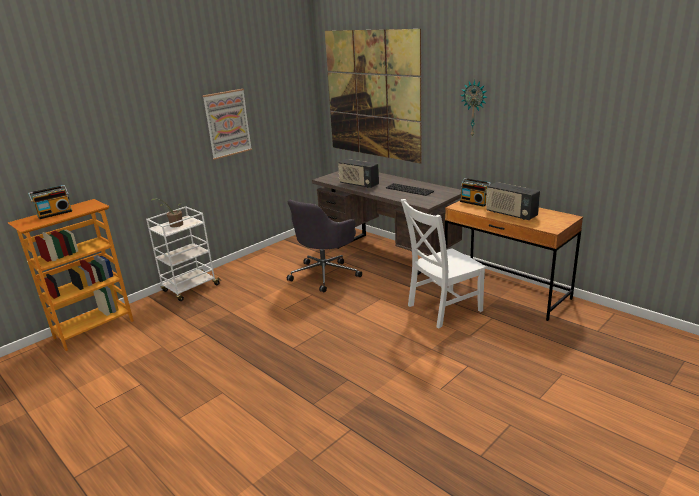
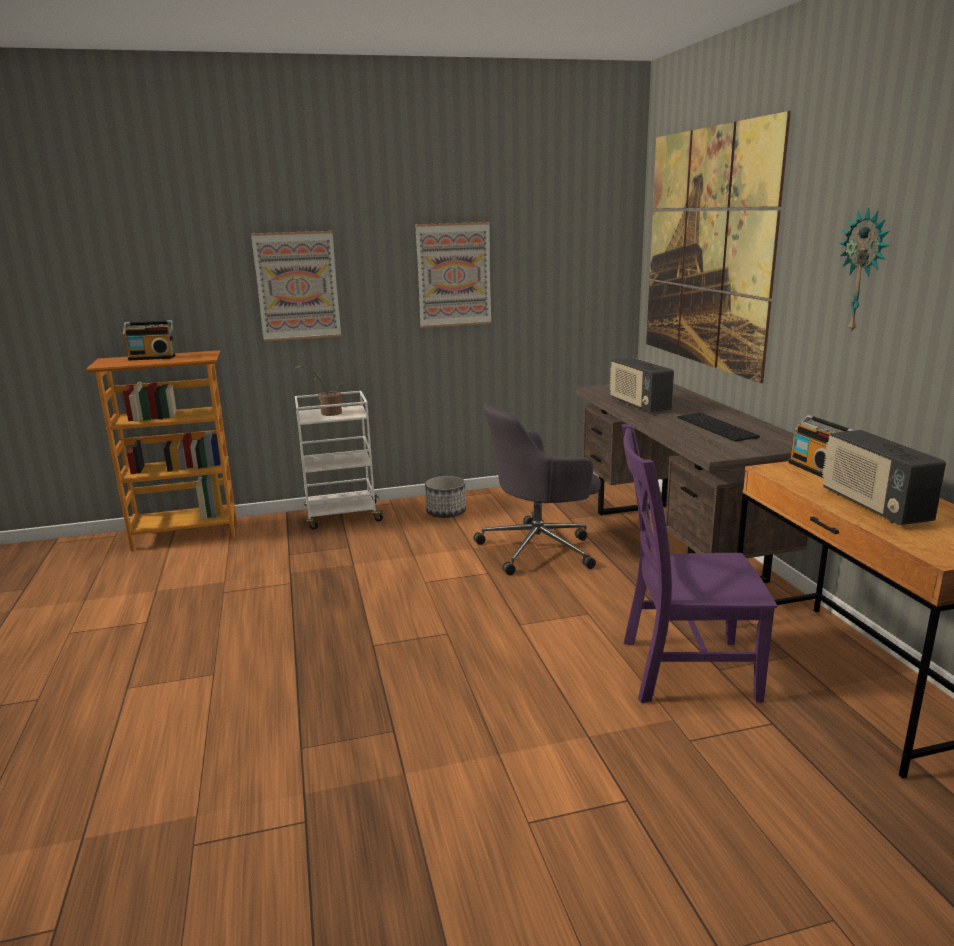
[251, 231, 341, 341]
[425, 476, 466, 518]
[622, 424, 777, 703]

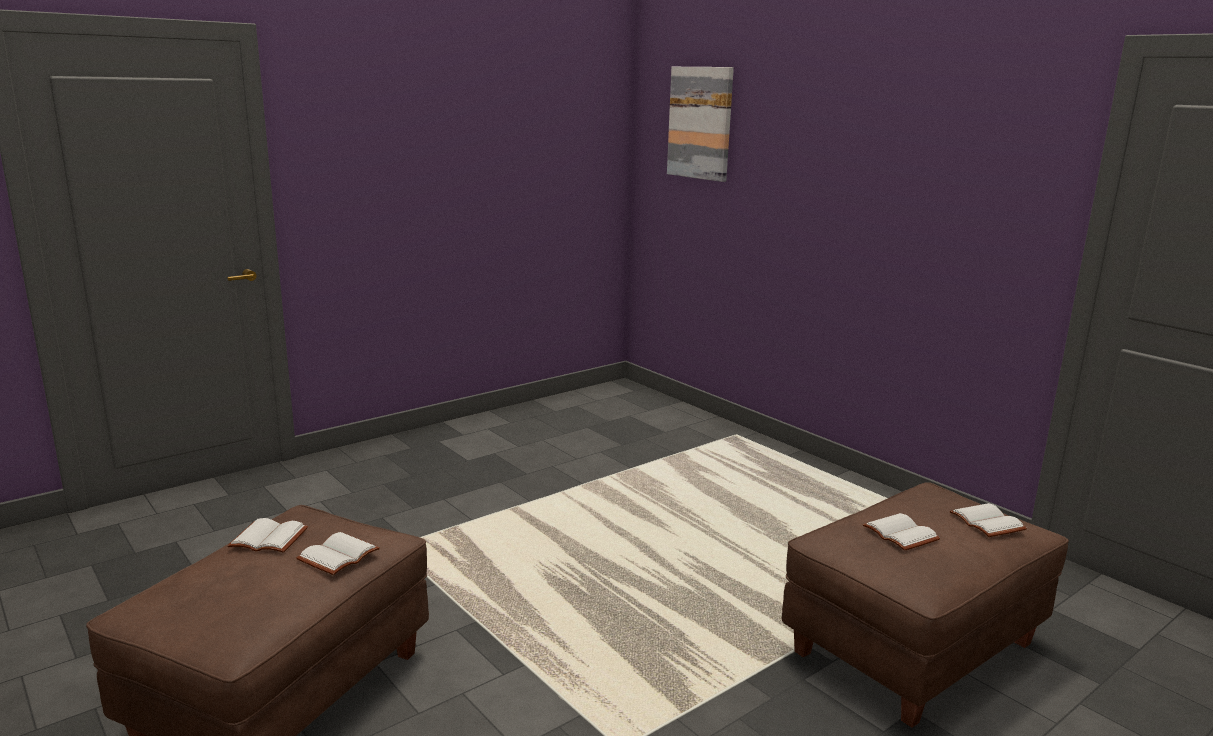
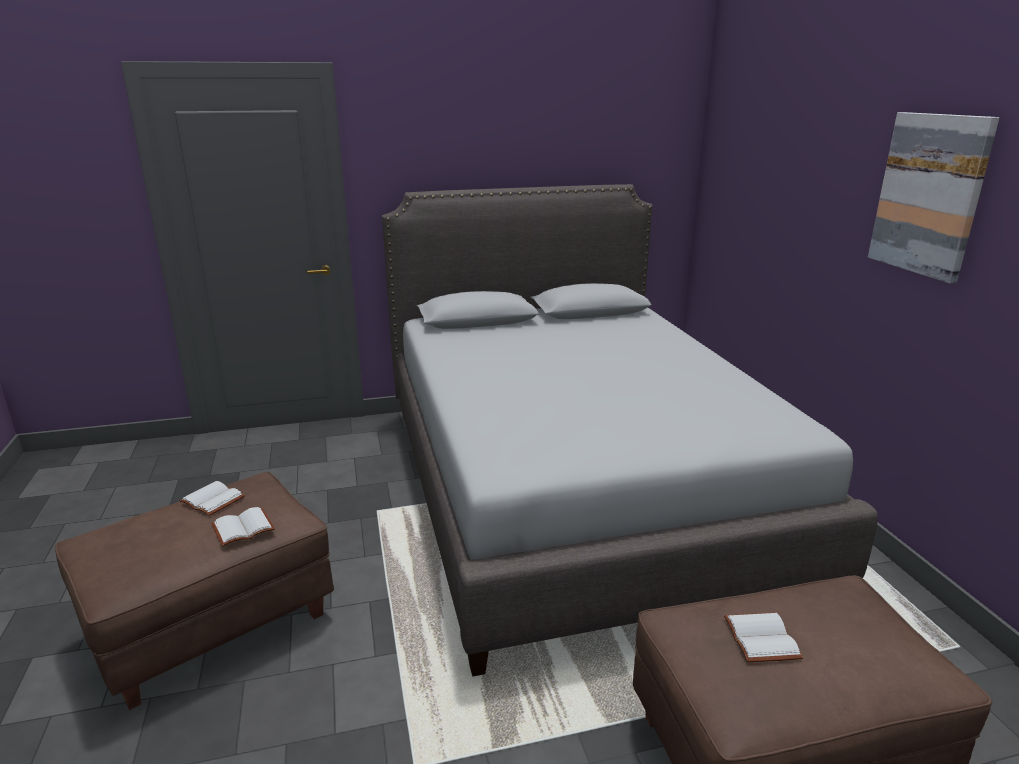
[950, 503, 1027, 537] (first image)
[382, 184, 878, 677]
[868, 112, 999, 283]

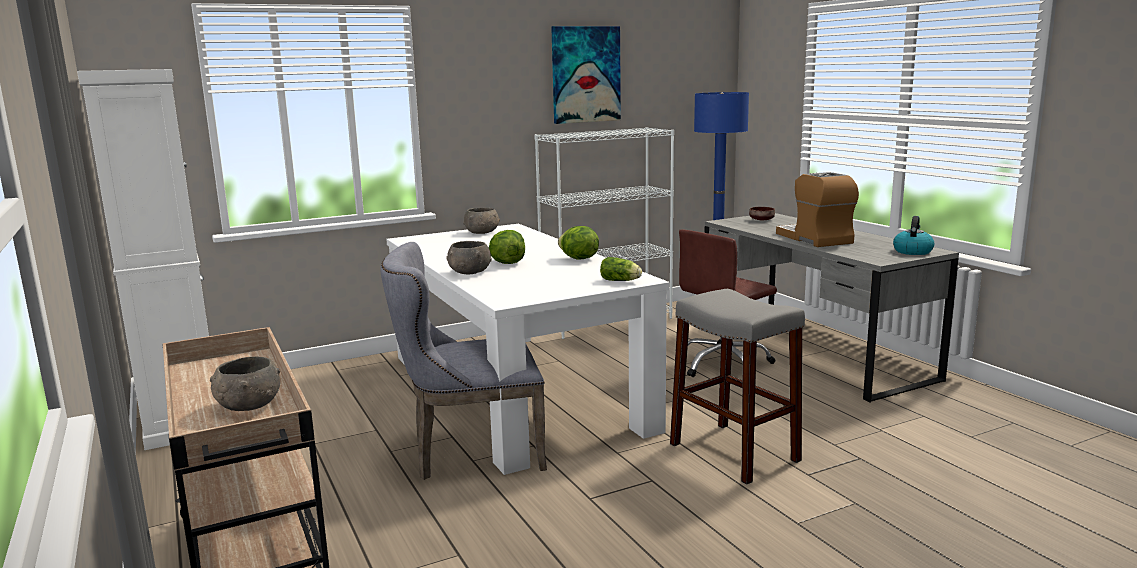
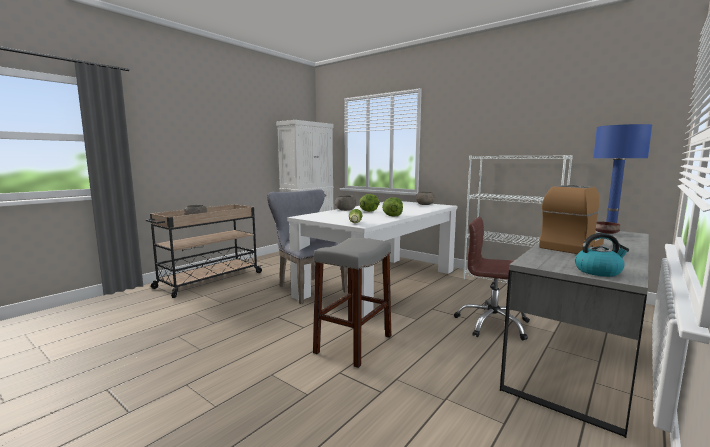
[551, 26, 621, 124] (first image)

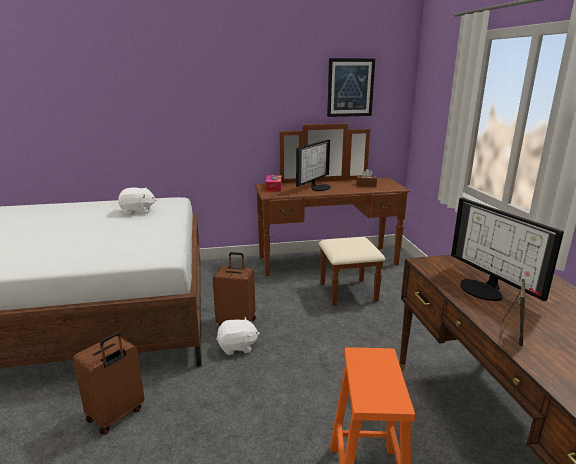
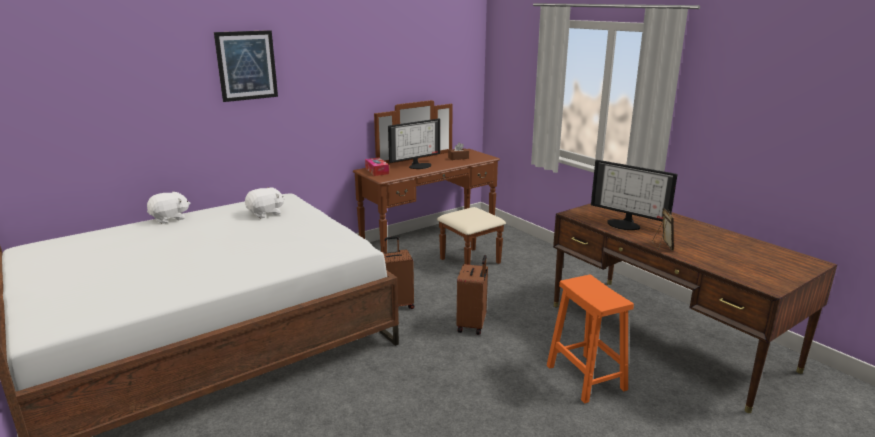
[456, 255, 488, 335]
[147, 191, 190, 224]
[214, 30, 278, 102]
[388, 119, 440, 169]

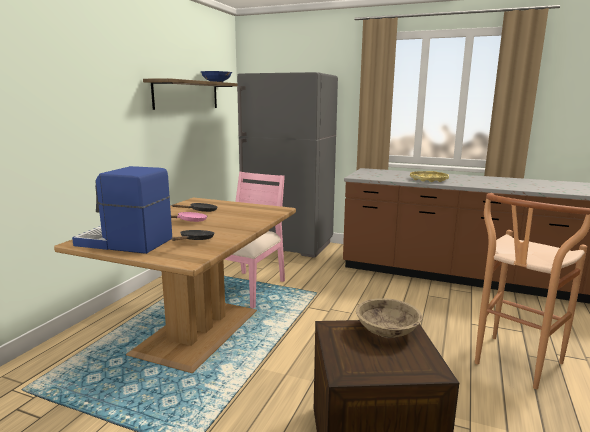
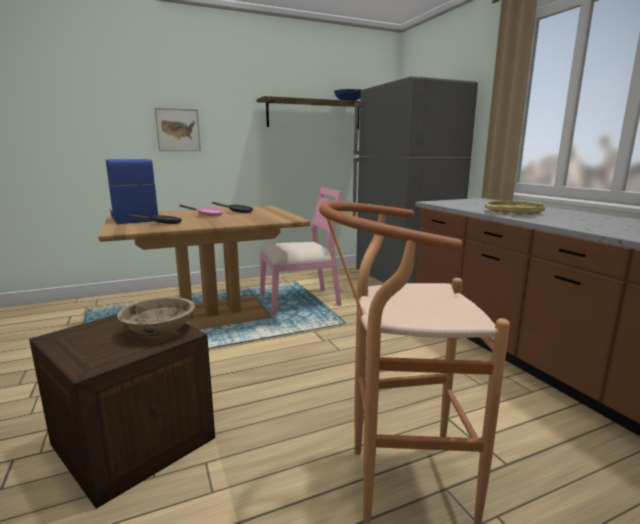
[155, 108, 201, 151]

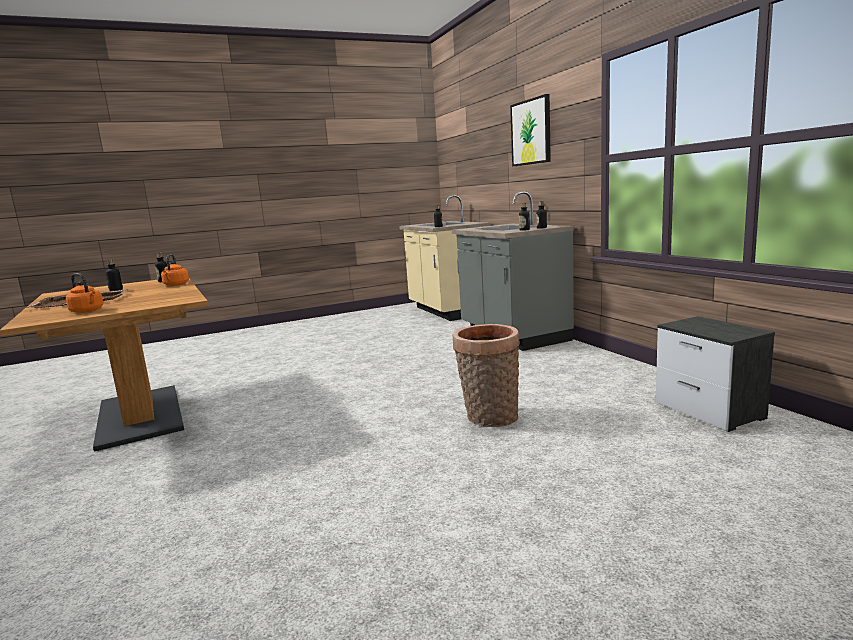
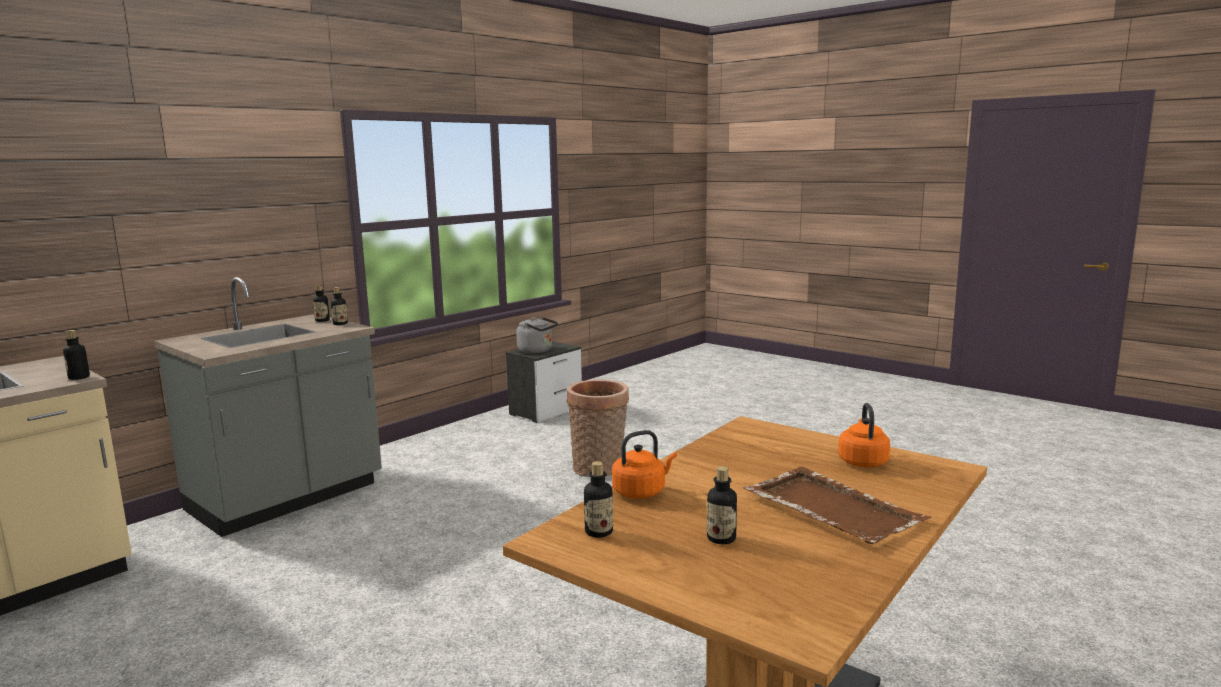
[510, 94, 551, 166] (first image)
[516, 317, 558, 354]

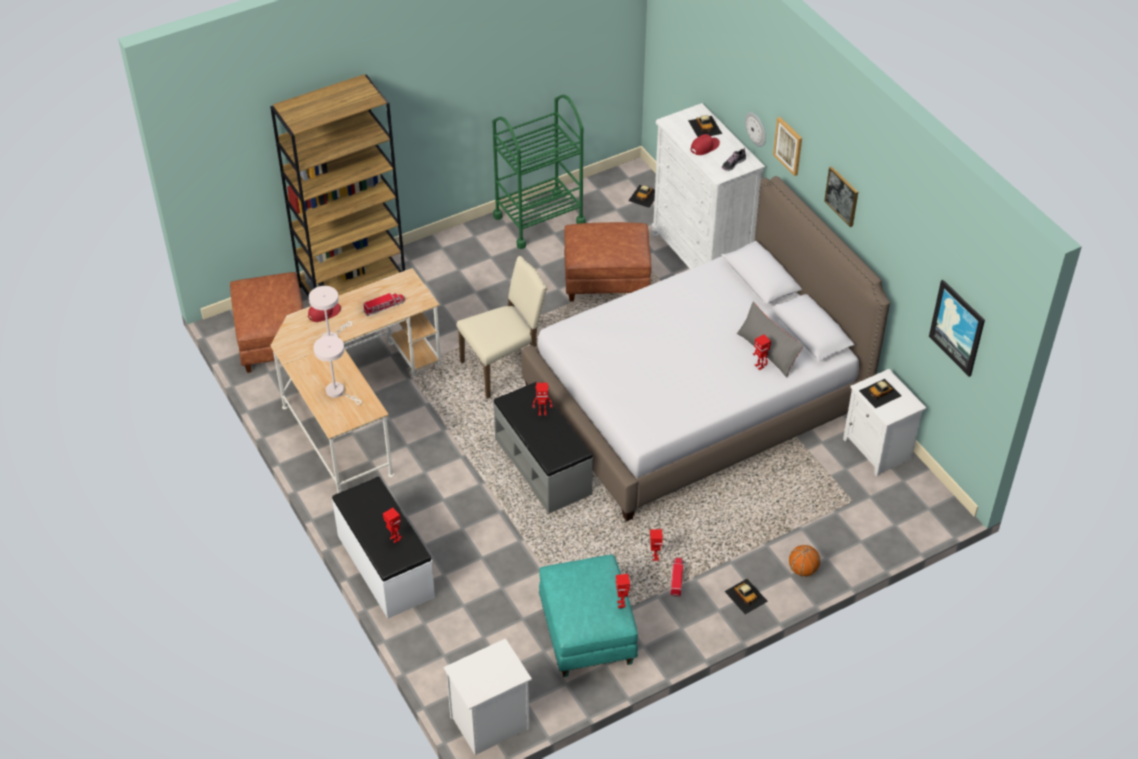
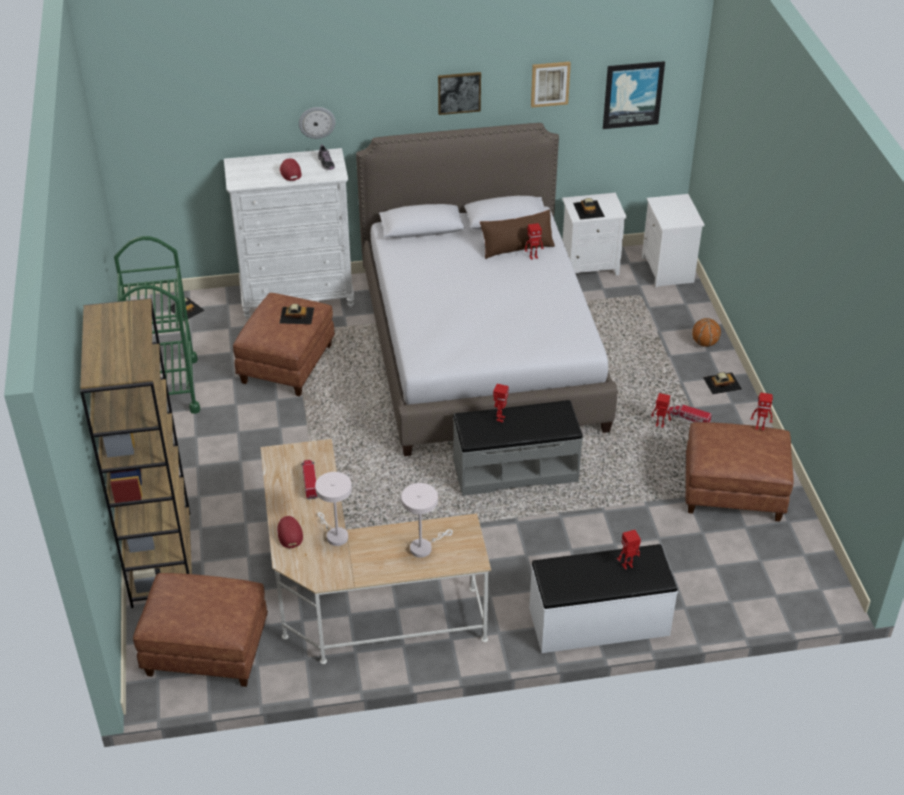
[457, 256, 547, 399] (first image)
[642, 194, 705, 288]
[279, 304, 314, 324]
[531, 62, 571, 108]
[685, 422, 794, 522]
[480, 210, 555, 259]

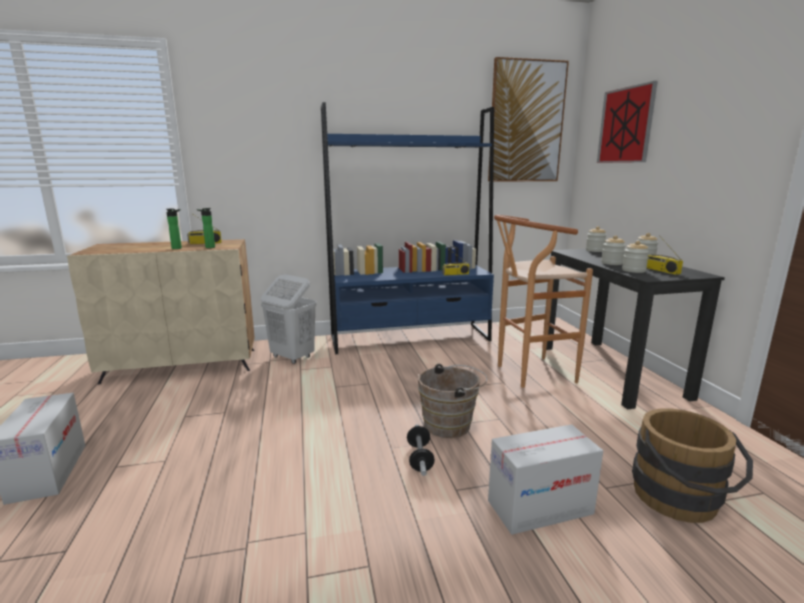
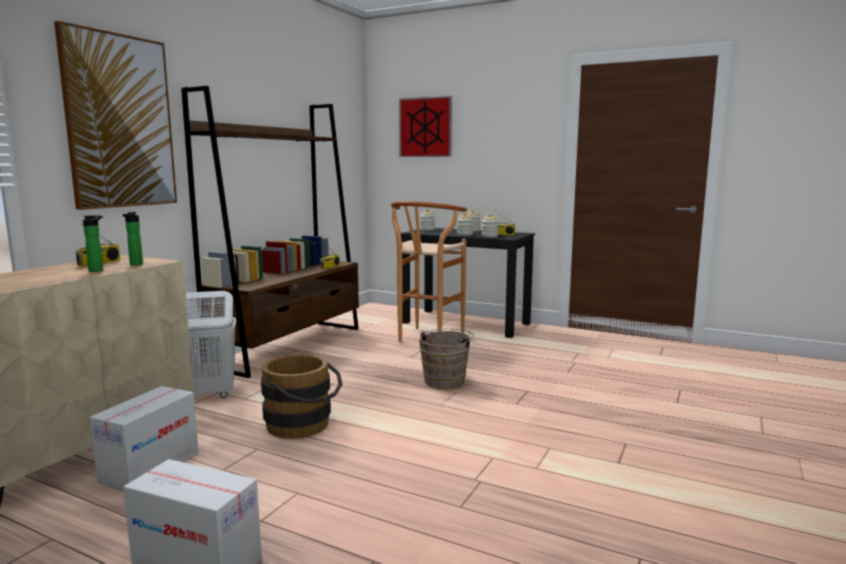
[407, 424, 435, 476] (first image)
[54, 21, 177, 210]
[90, 386, 198, 491]
[261, 354, 343, 439]
[181, 86, 359, 378]

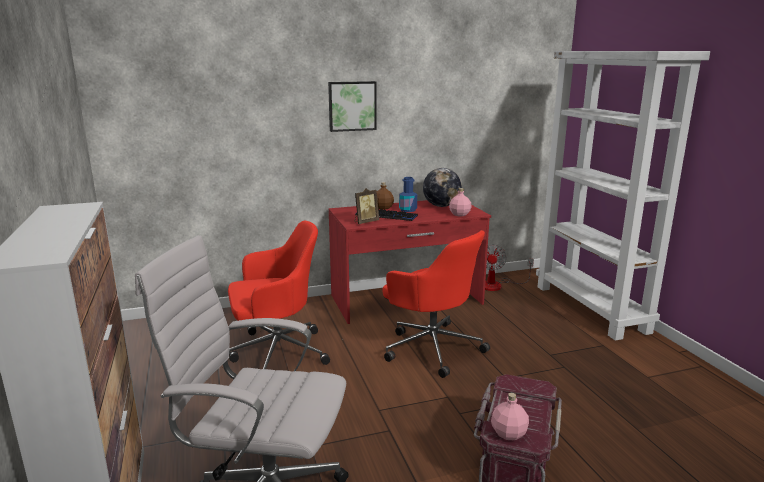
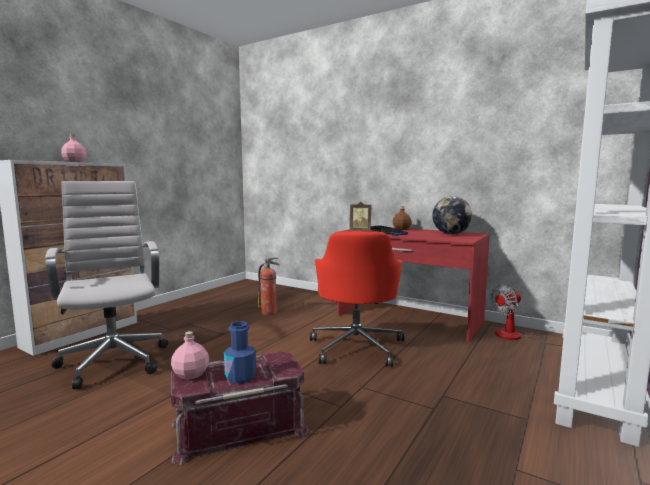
[328, 81, 377, 132] (first image)
[224, 321, 256, 383]
[61, 134, 87, 162]
[258, 258, 280, 315]

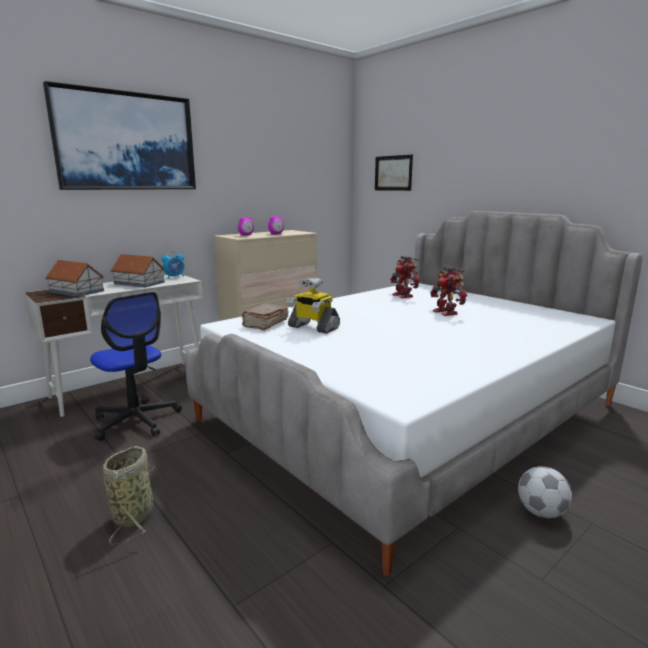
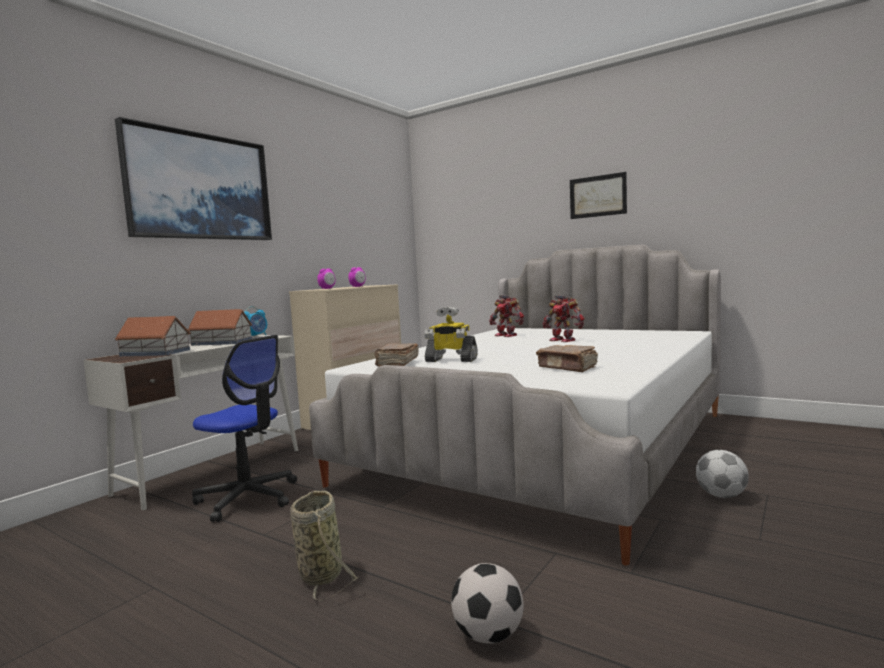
[451, 563, 524, 644]
[536, 345, 598, 372]
[570, 172, 627, 219]

